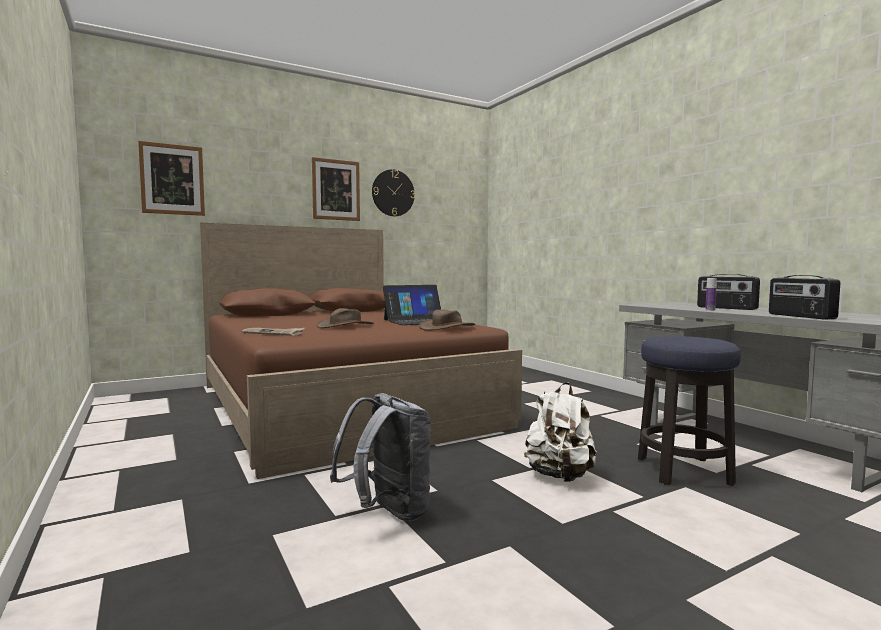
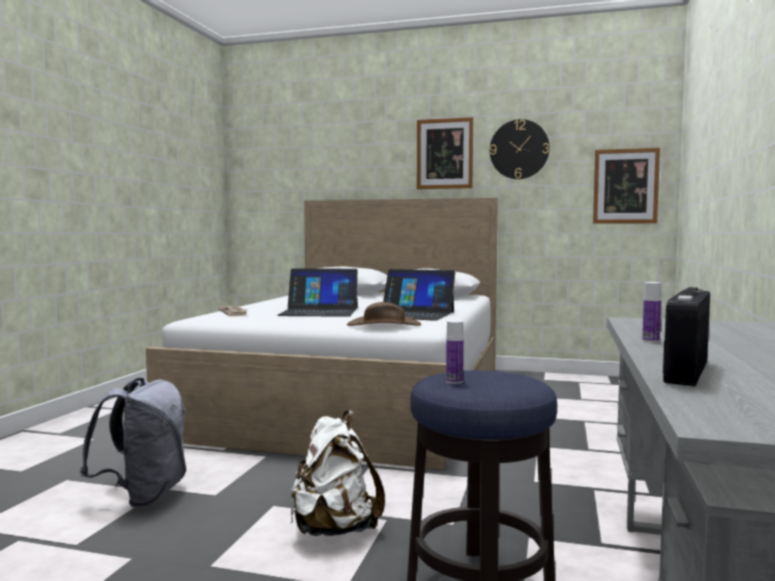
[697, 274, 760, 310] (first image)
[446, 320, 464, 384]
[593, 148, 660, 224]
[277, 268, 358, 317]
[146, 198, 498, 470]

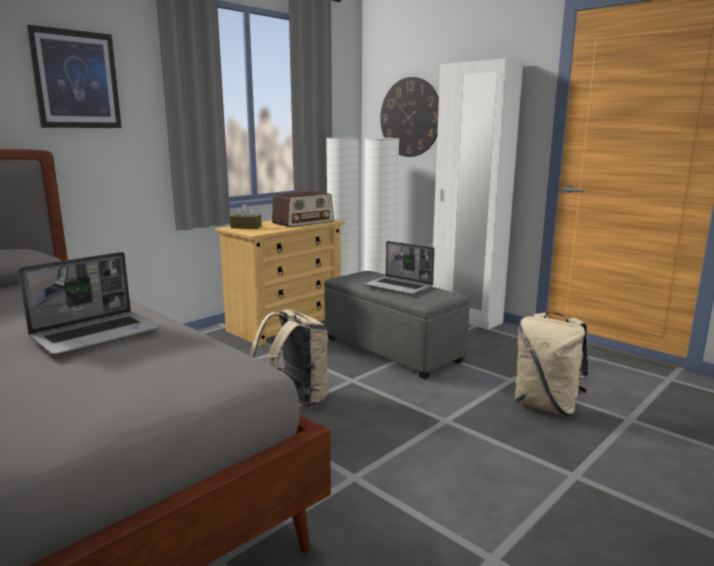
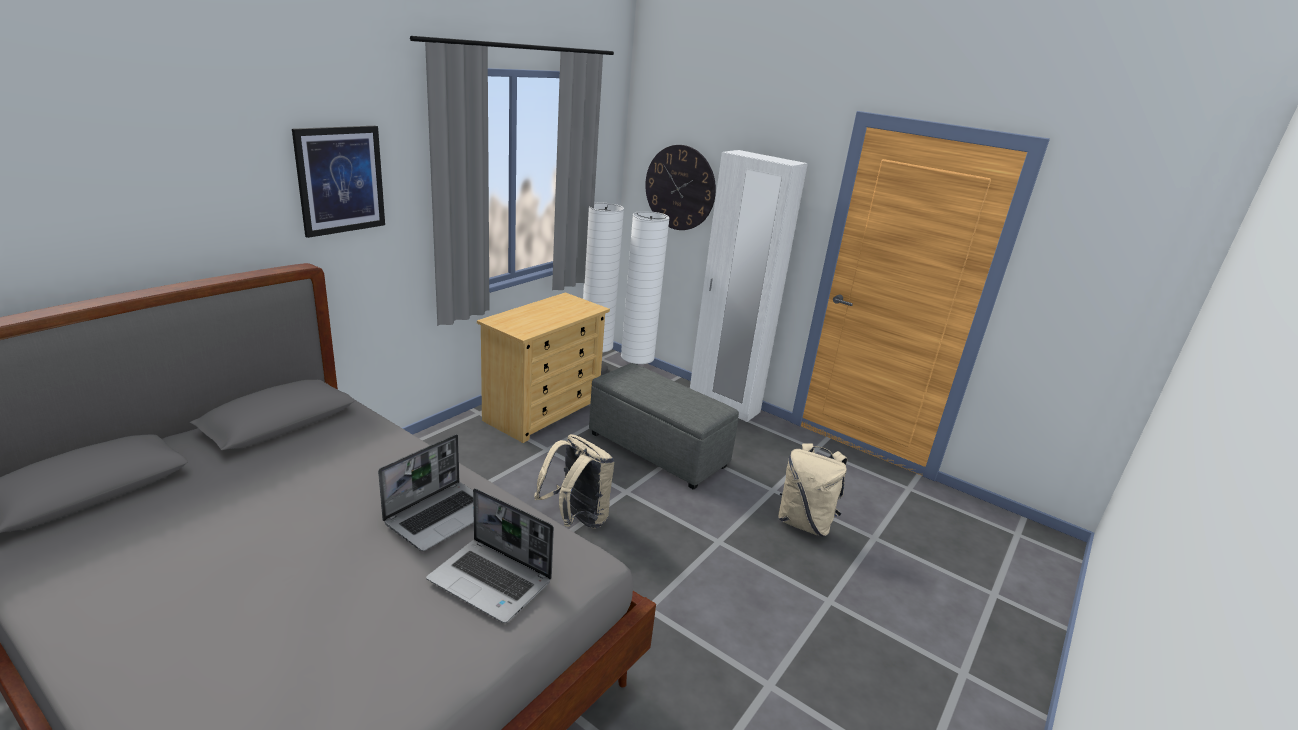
[230, 204, 262, 229] (first image)
[272, 191, 334, 227] (first image)
[426, 488, 554, 623]

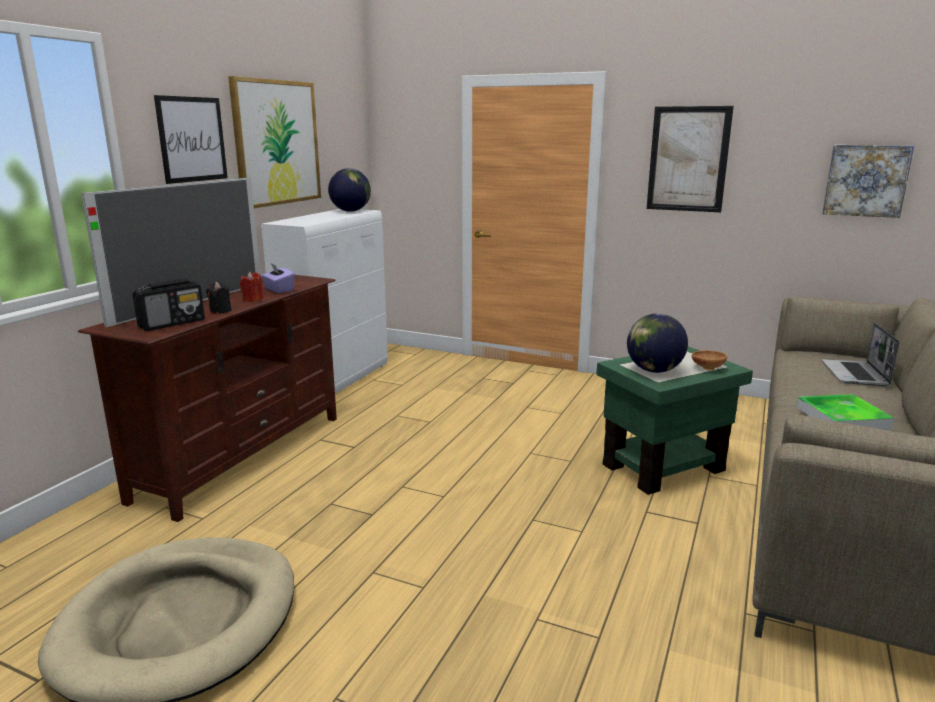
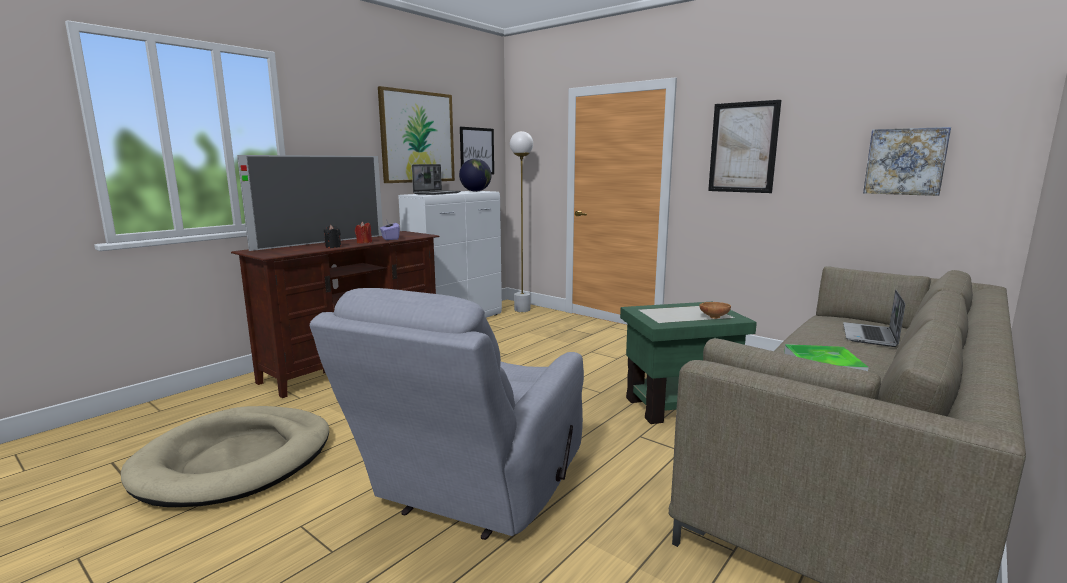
[132, 279, 205, 331] (first image)
[627, 313, 688, 373] (first image)
[310, 288, 584, 540]
[412, 164, 461, 195]
[510, 131, 533, 312]
[460, 127, 494, 175]

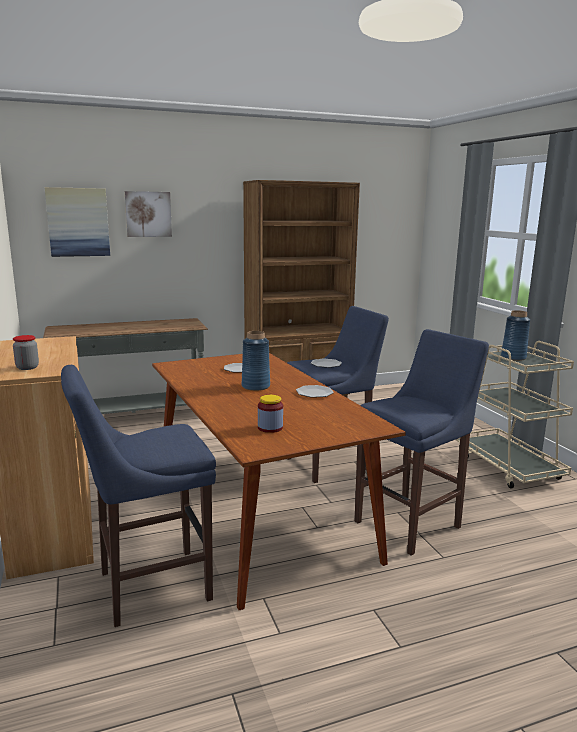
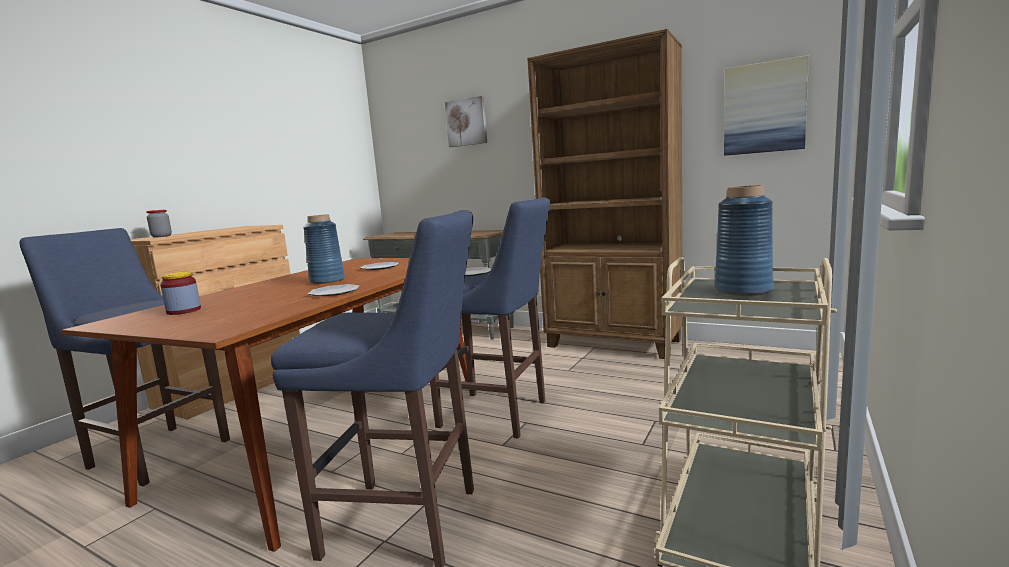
[724, 55, 809, 156]

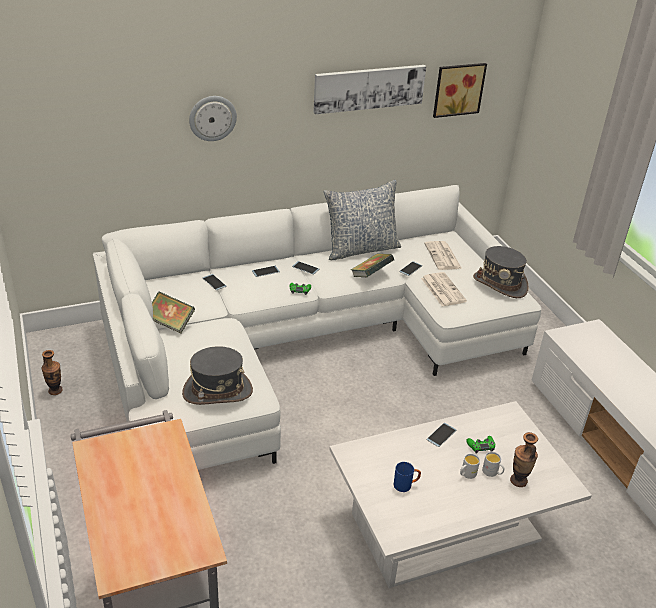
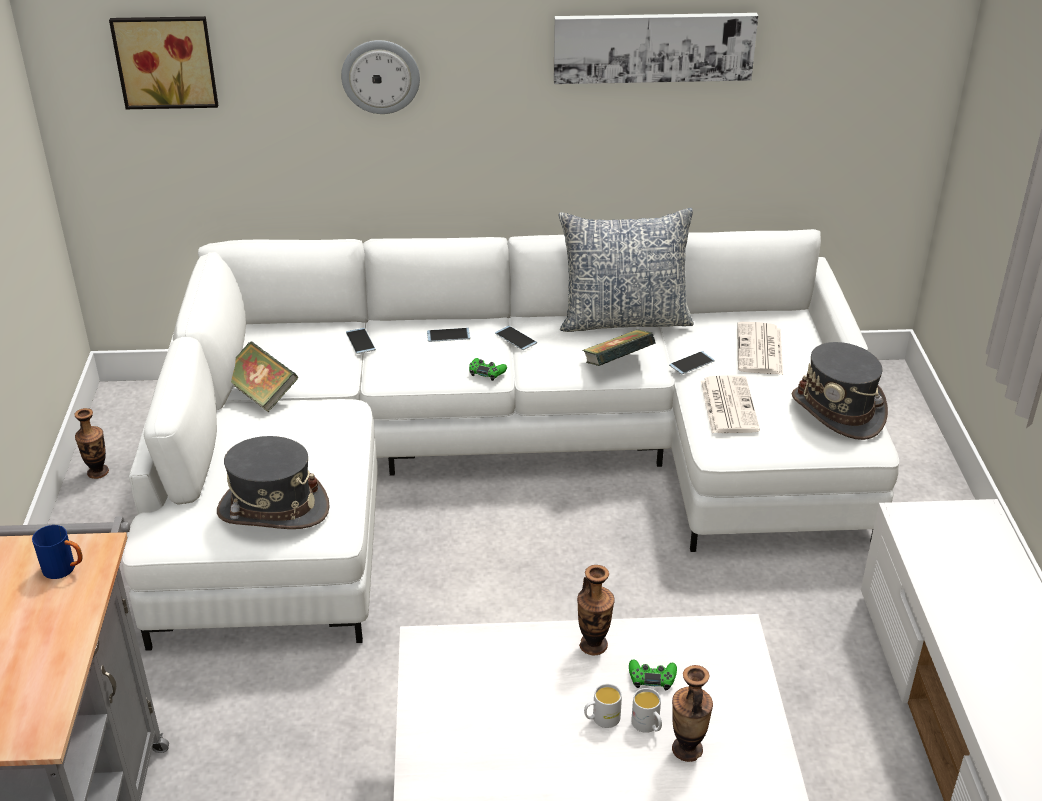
[32, 525, 83, 579]
[109, 16, 218, 109]
[577, 565, 615, 655]

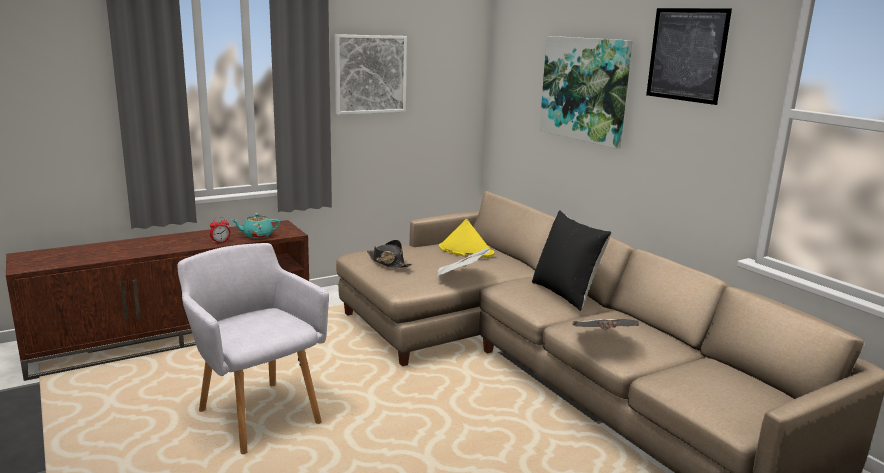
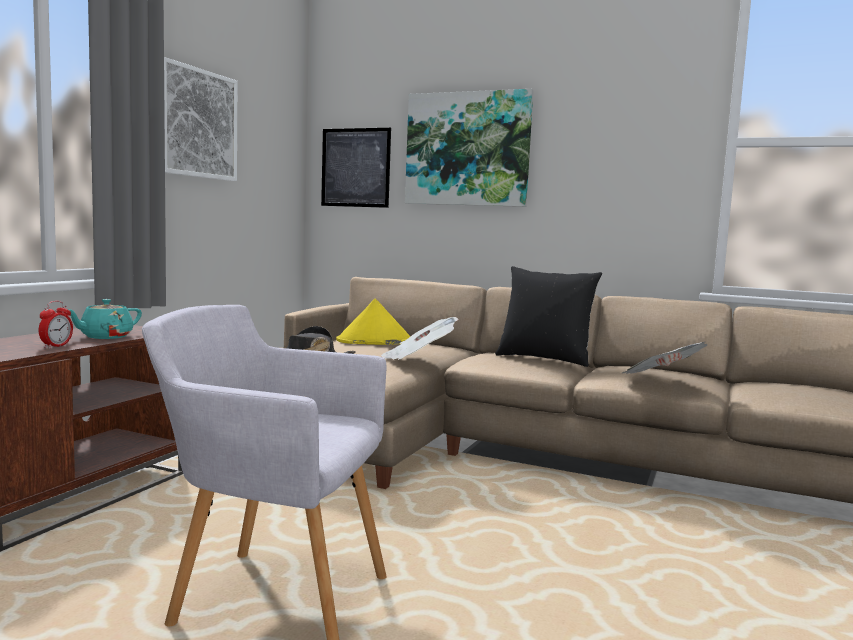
[321, 128, 391, 208]

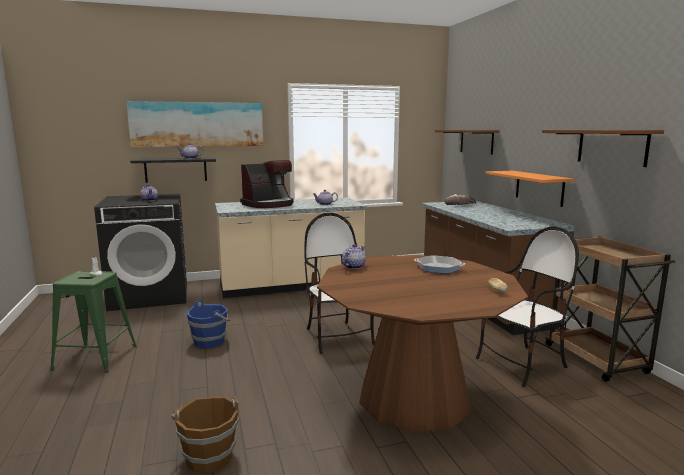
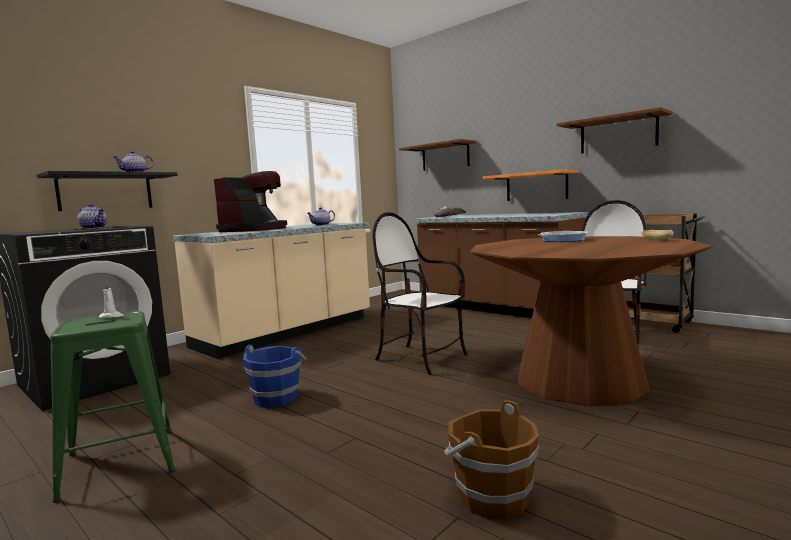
[126, 101, 263, 147] (first image)
[342, 244, 366, 269] (first image)

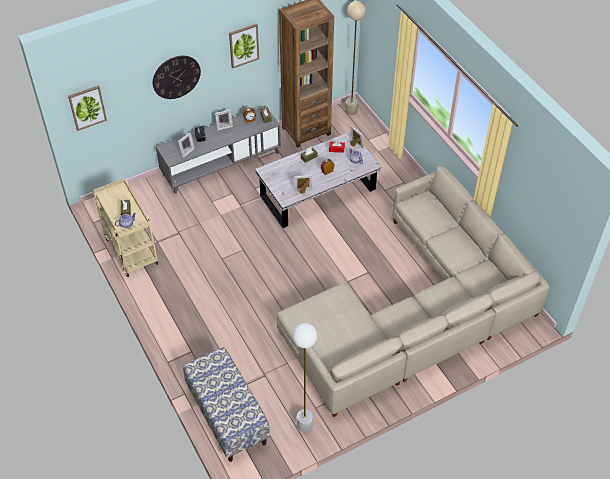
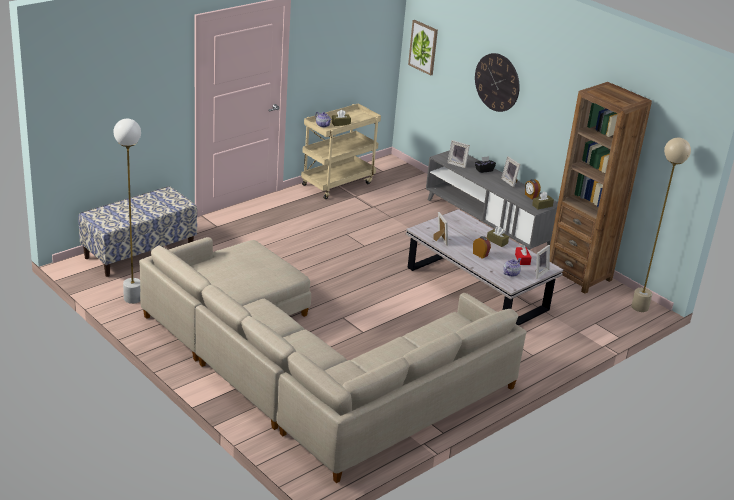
[229, 24, 259, 68] (first image)

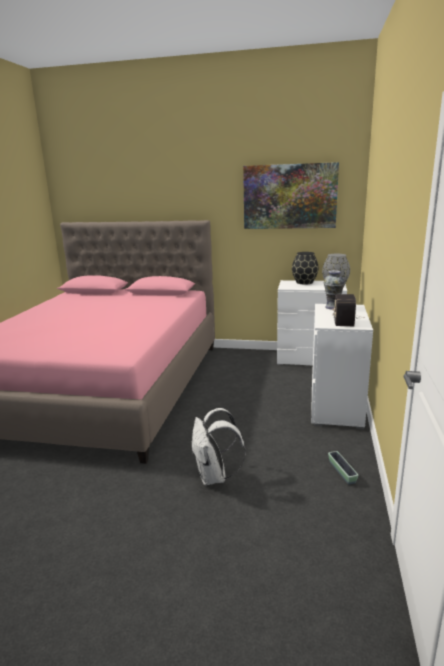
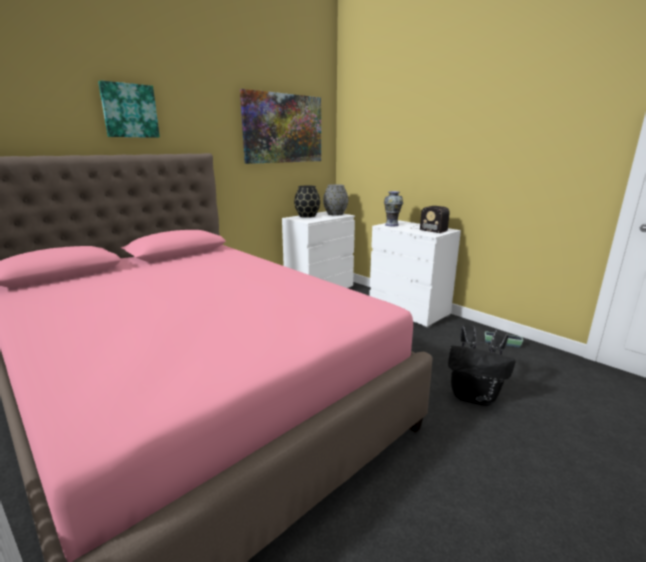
[98, 80, 160, 138]
[448, 325, 515, 406]

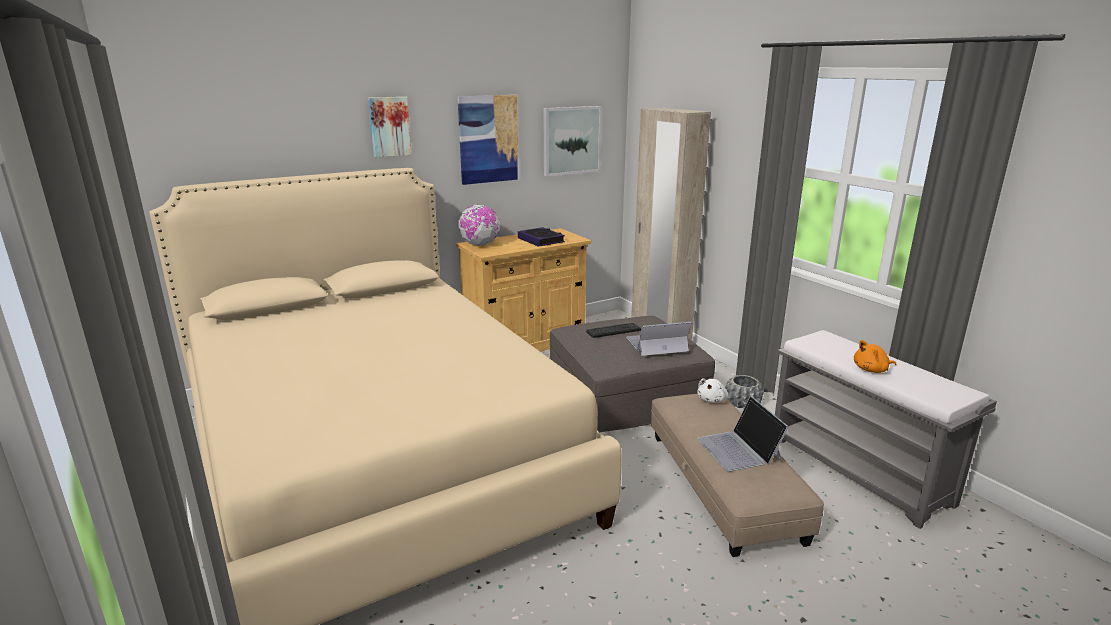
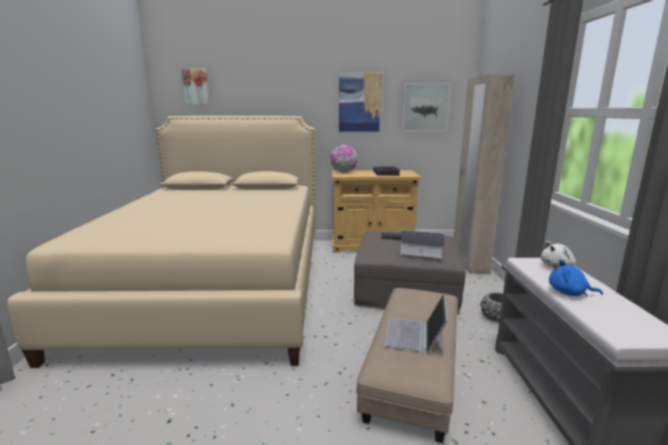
[181, 67, 210, 105]
[541, 241, 576, 268]
[549, 259, 603, 297]

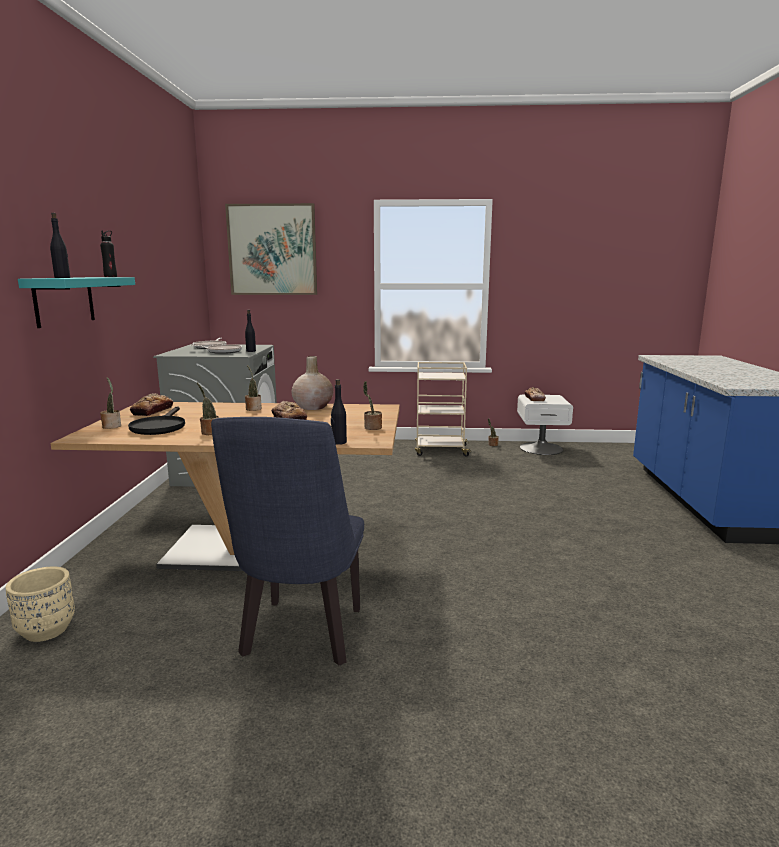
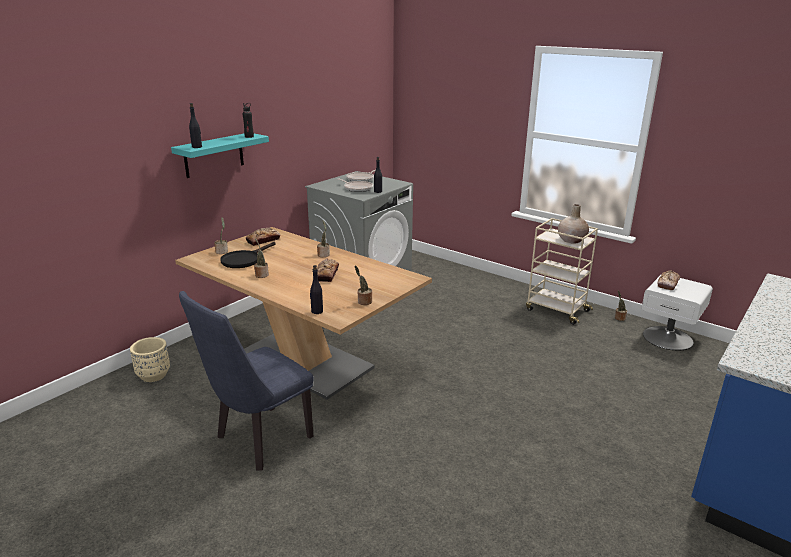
[225, 203, 317, 295] (first image)
[558, 204, 589, 243]

